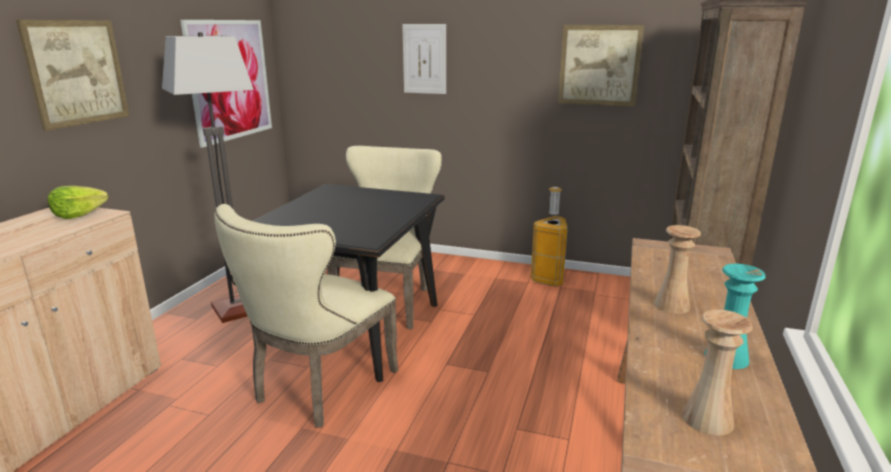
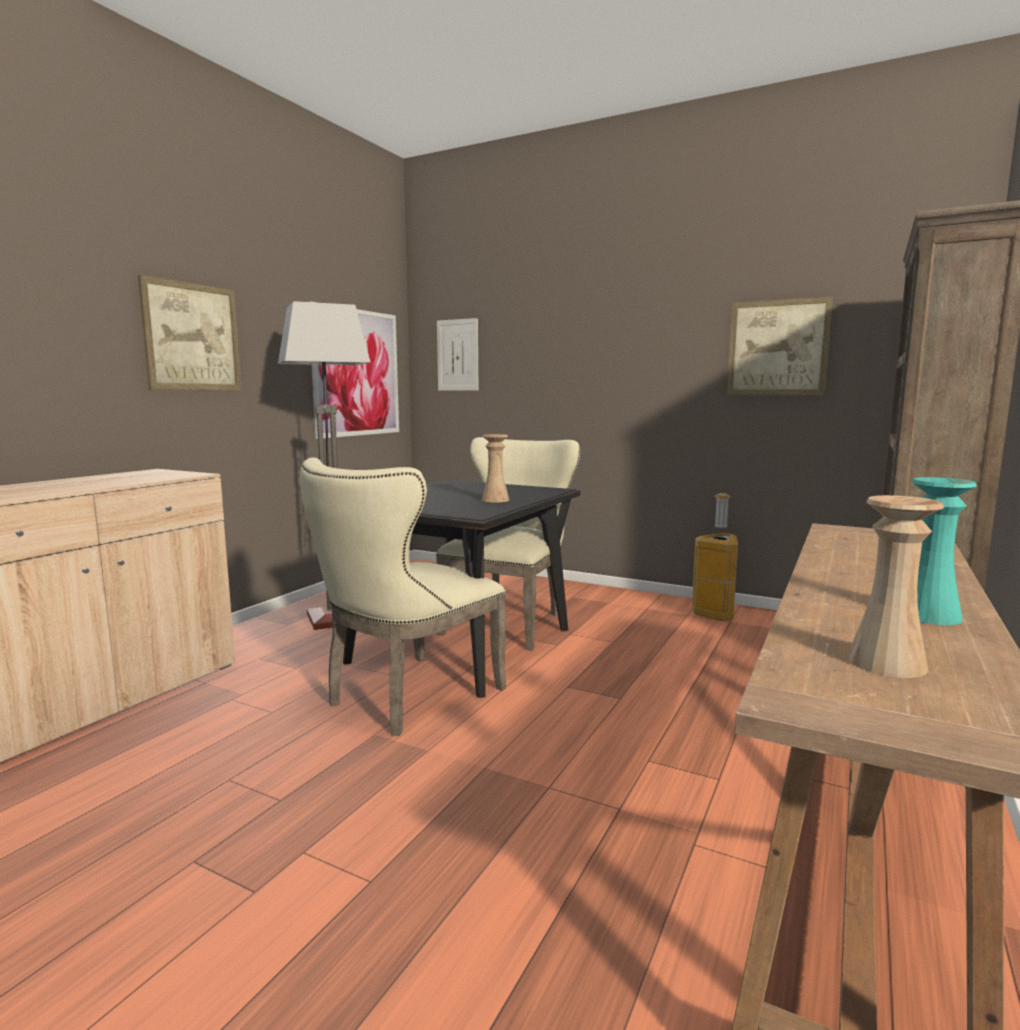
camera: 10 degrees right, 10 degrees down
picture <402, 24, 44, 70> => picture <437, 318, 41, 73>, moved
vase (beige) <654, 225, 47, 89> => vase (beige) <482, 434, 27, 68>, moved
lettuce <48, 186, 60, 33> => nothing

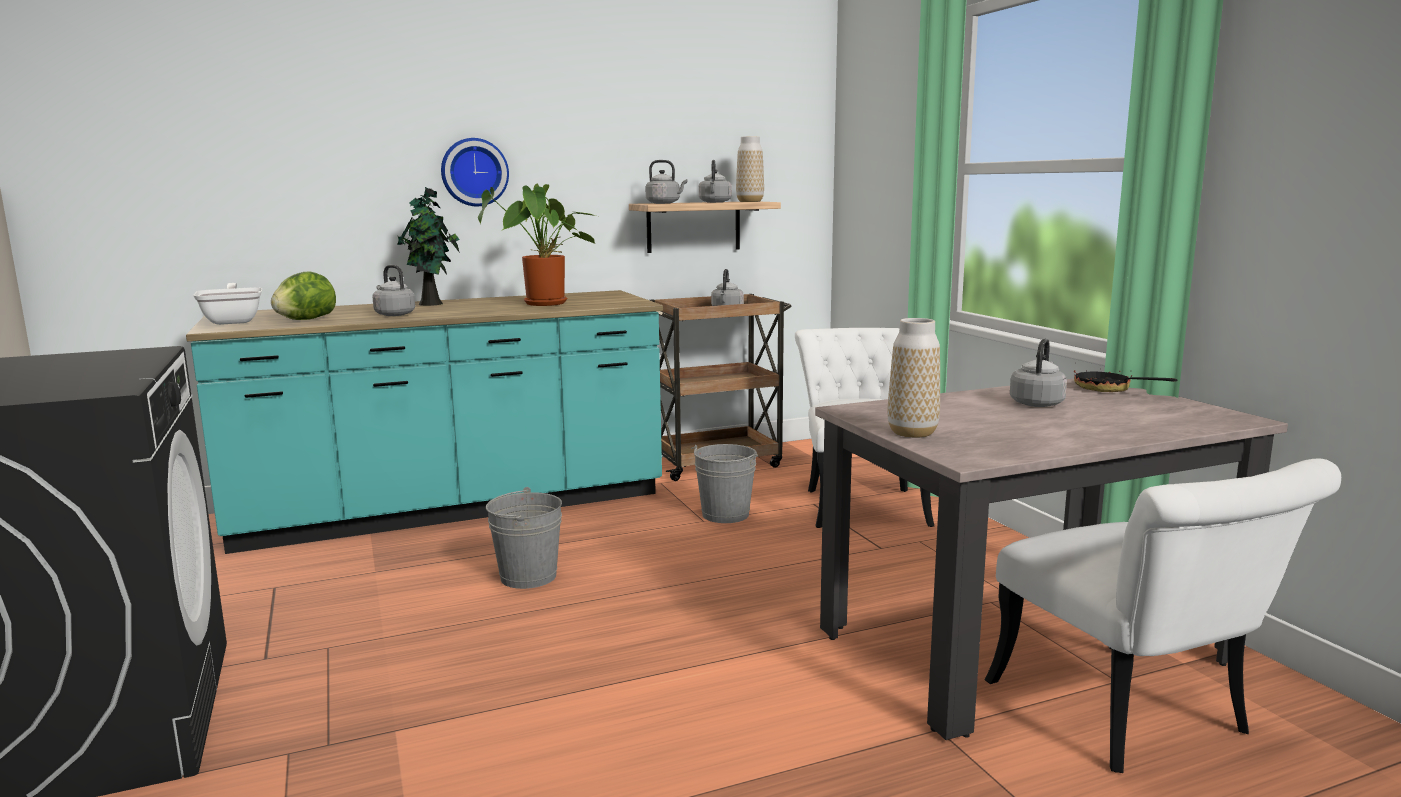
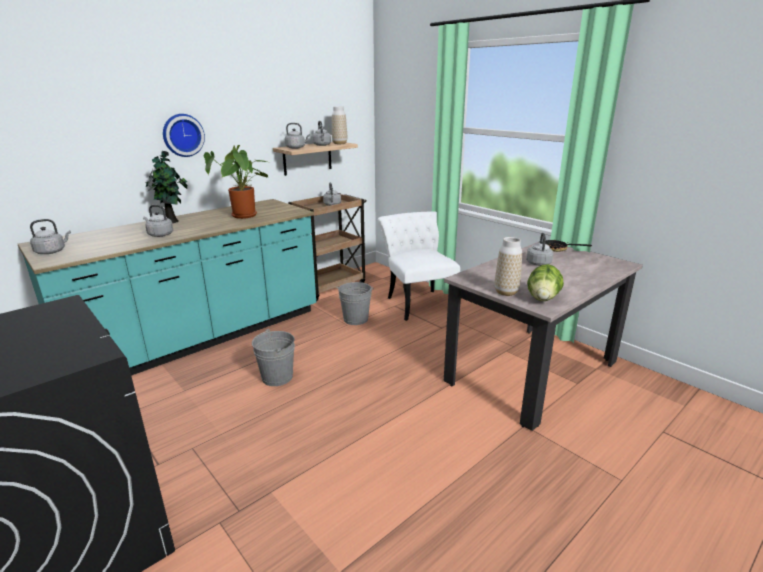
camera: 20 degrees left, 10 degrees up
frying pan <193, 283, 69, 42> => kettle (grey) <30, 219, 41, 35>
lettuce <271, 271, 65, 49> => lettuce <527, 264, 37, 37>, moved
chair (white) <985, 458, 356, 315> => nothing

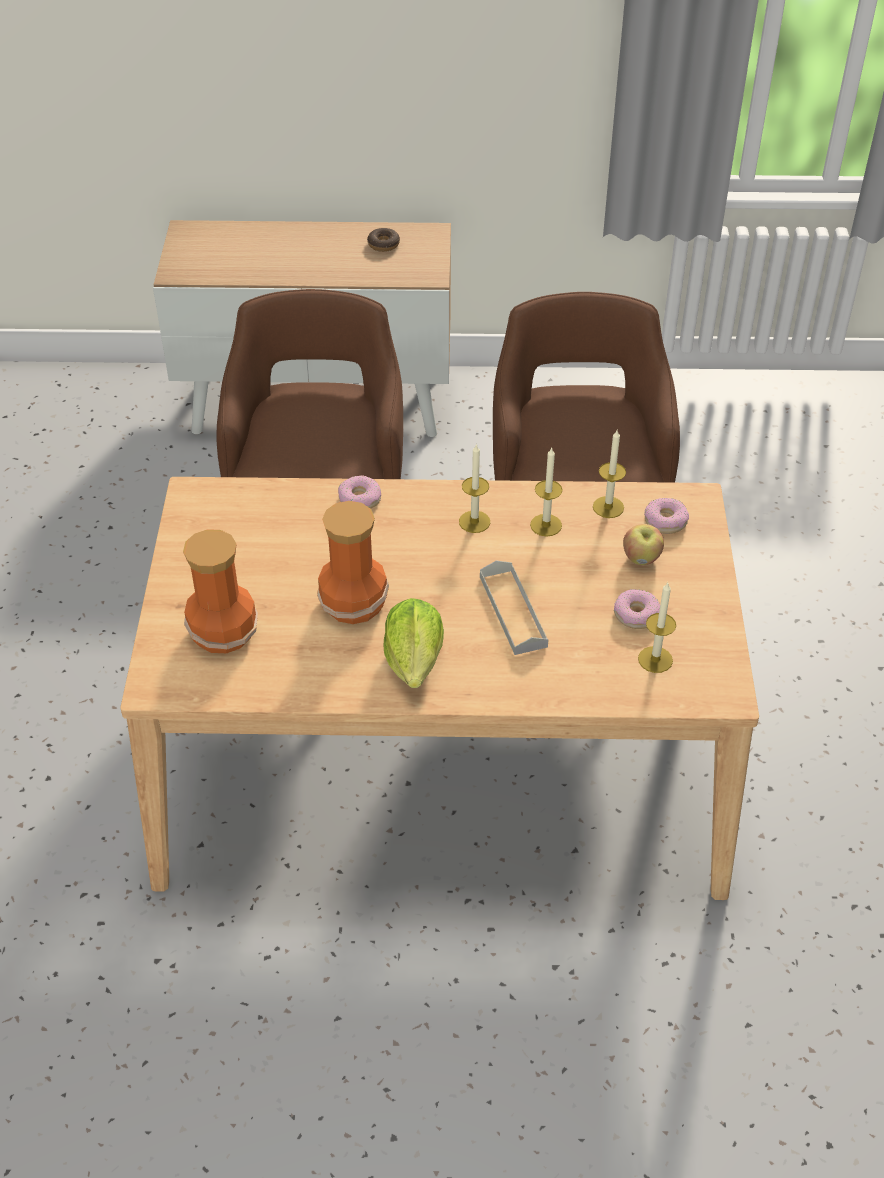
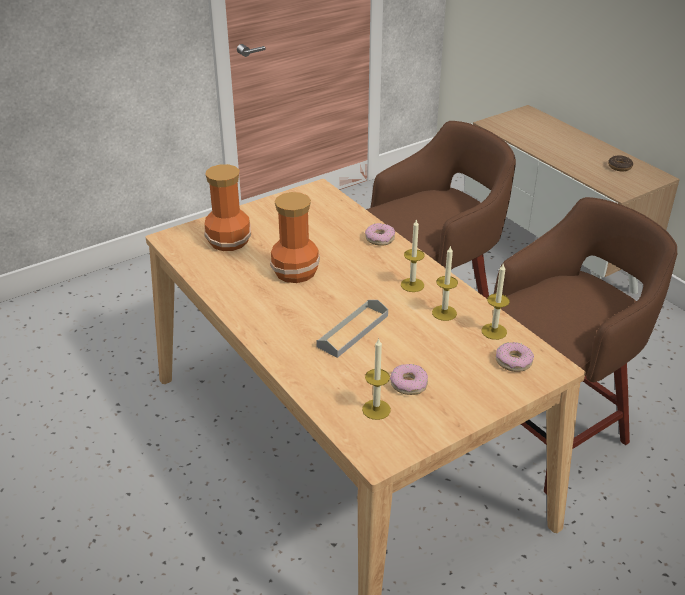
camera: 55 degrees right, 10 degrees down
lettuce <384, 598, 60, 90> => nothing
apple <623, 524, 41, 41> => nothing

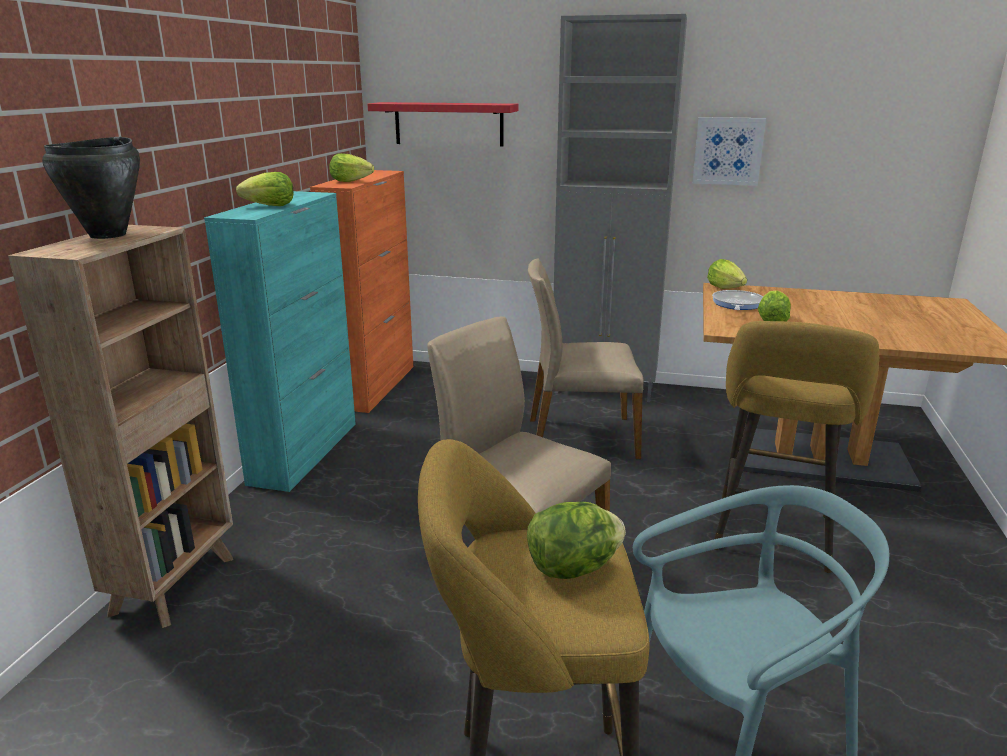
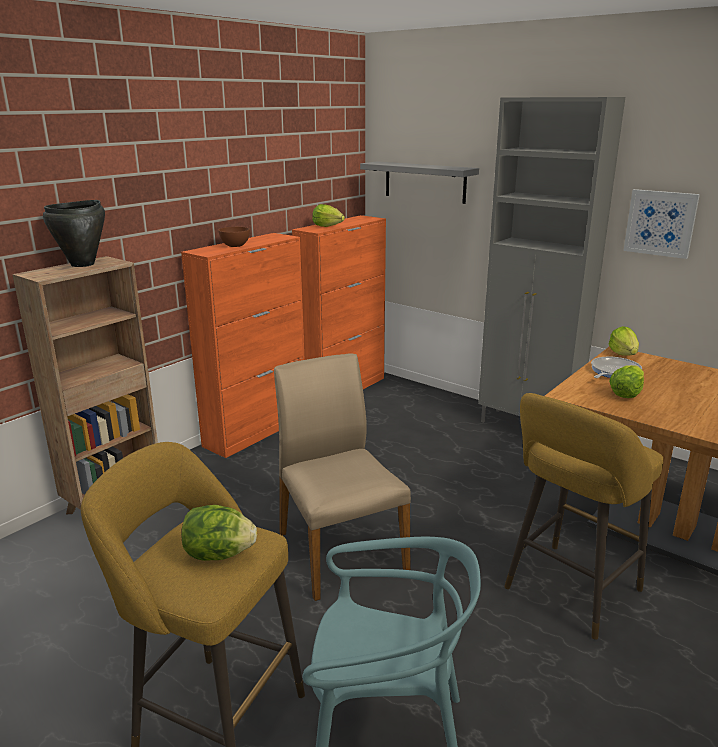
camera: 25 degrees right, 0 degrees up
cabinet (turquoise) <204, 191, 152, 301> => cabinet (orange) <181, 233, 124, 225>
lettuce <236, 172, 58, 34> => bowl (brown) <218, 227, 32, 20>
shelf (red) <368, 102, 151, 45> => shelf (grey) <360, 161, 119, 43>
chair (beige) <528, 259, 116, 200> => nothing

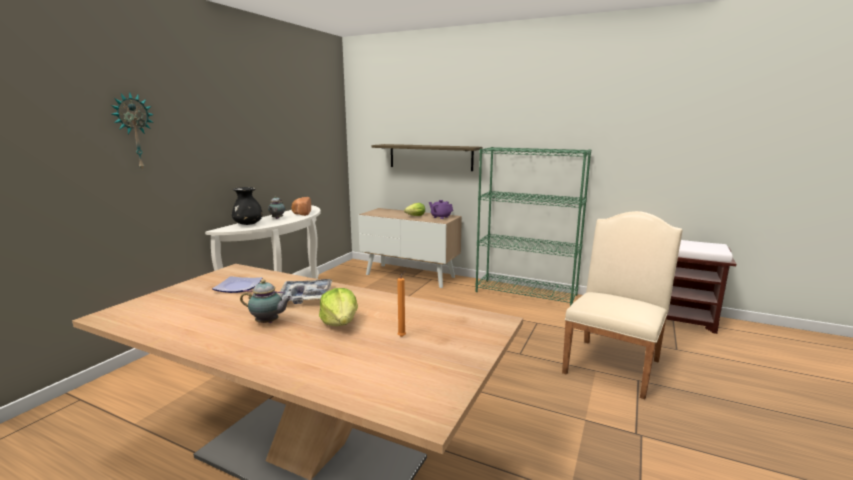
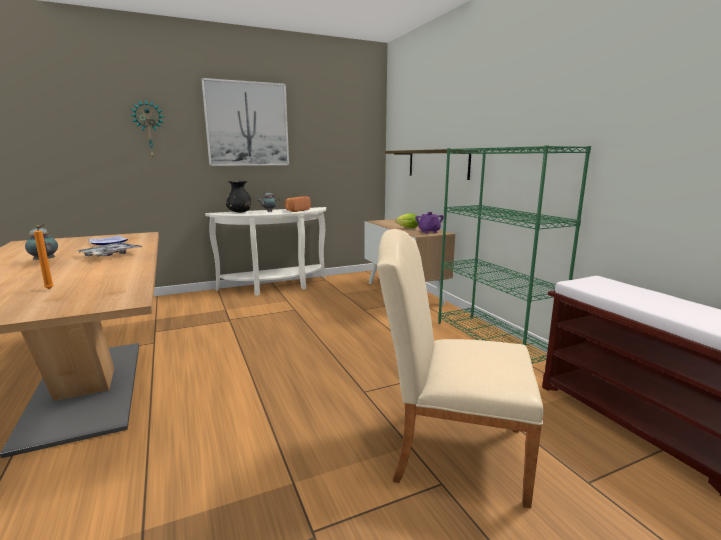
camera: 40 degrees right, 0 degrees up
nothing => picture <202, 78, 87, 88>
chair (beige) <562, 211, 121, 188> => chair (beige) <377, 229, 166, 279>, 150 degrees counterclockwise
lettuce <319, 288, 39, 38> => nothing

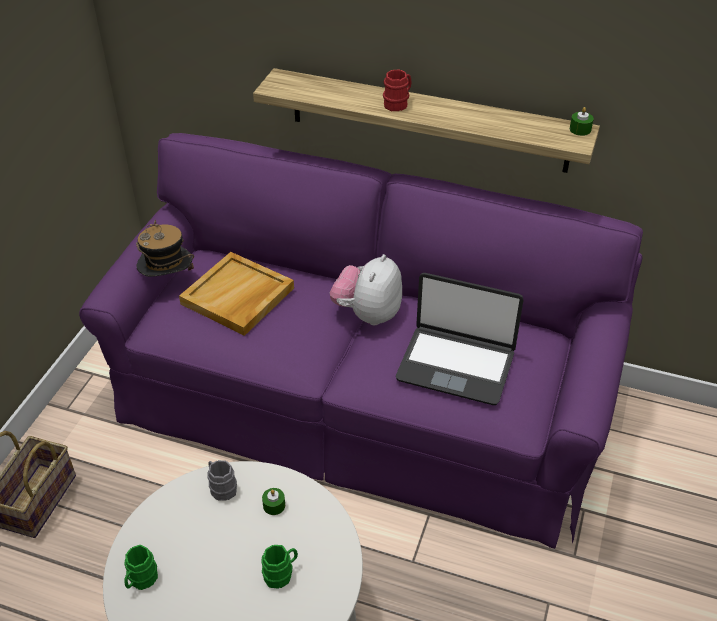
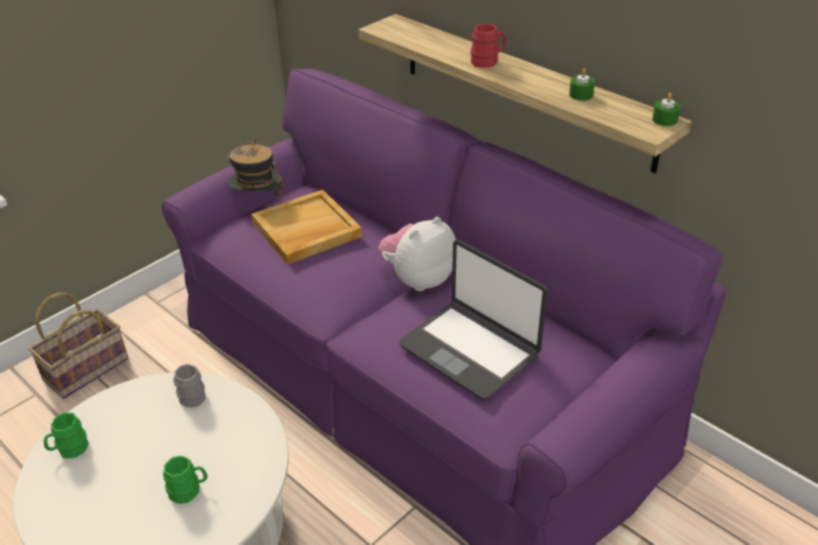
camera: 25 degrees right, 5 degrees down
candle (green) <262, 488, 23, 27> => candle (green) <569, 69, 26, 32>, moved

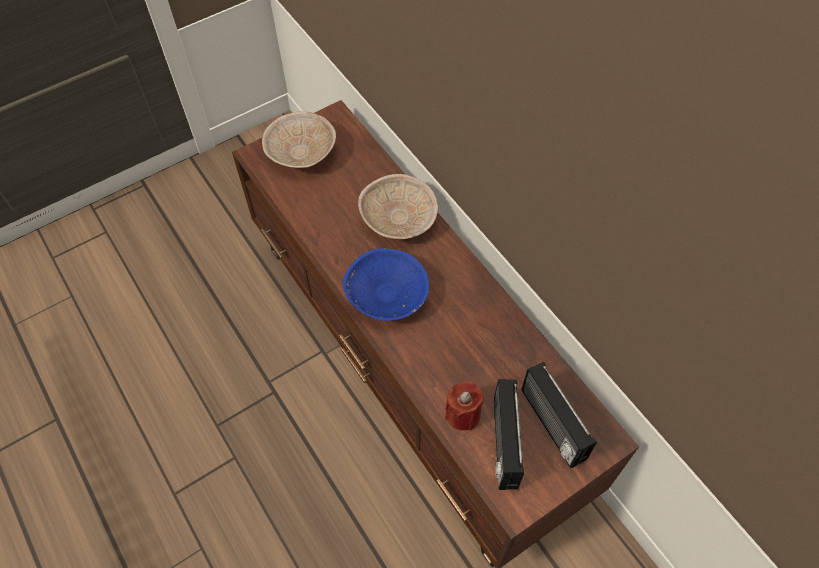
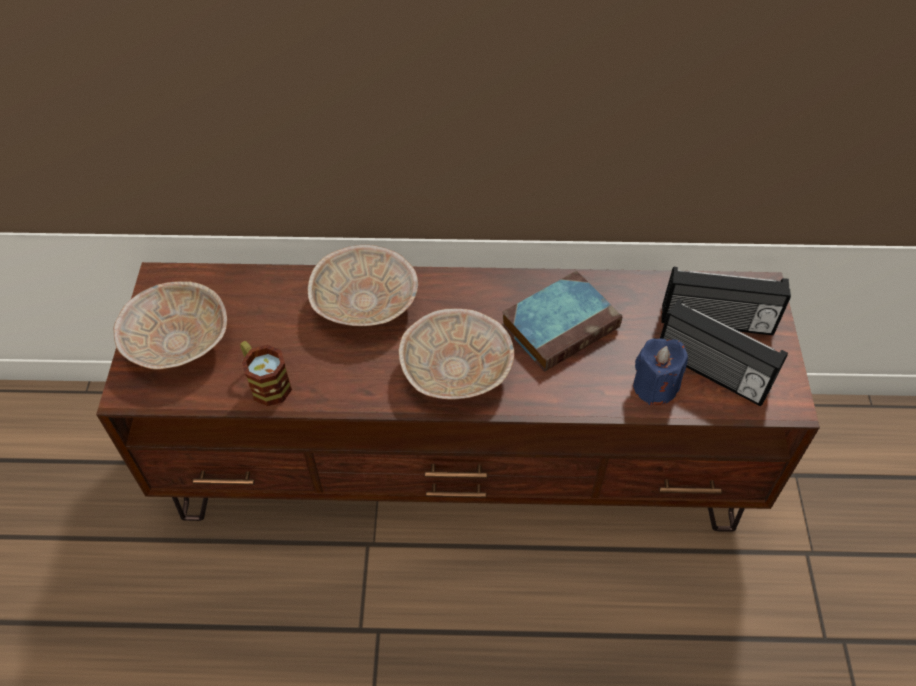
camera: 55 degrees left, 5 degrees down
nothing => mug <240, 341, 52, 65>
bowl (blue) <343, 248, 86, 73> => bowl (beige) <399, 308, 115, 91>
nothing => book <501, 271, 121, 101>
candle (red) <445, 381, 39, 50> => candle (blue) <633, 338, 55, 67>

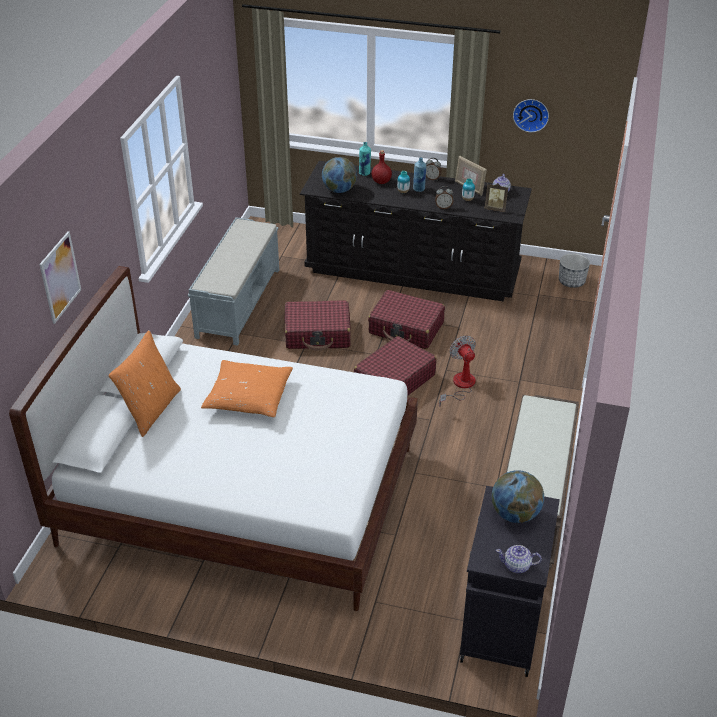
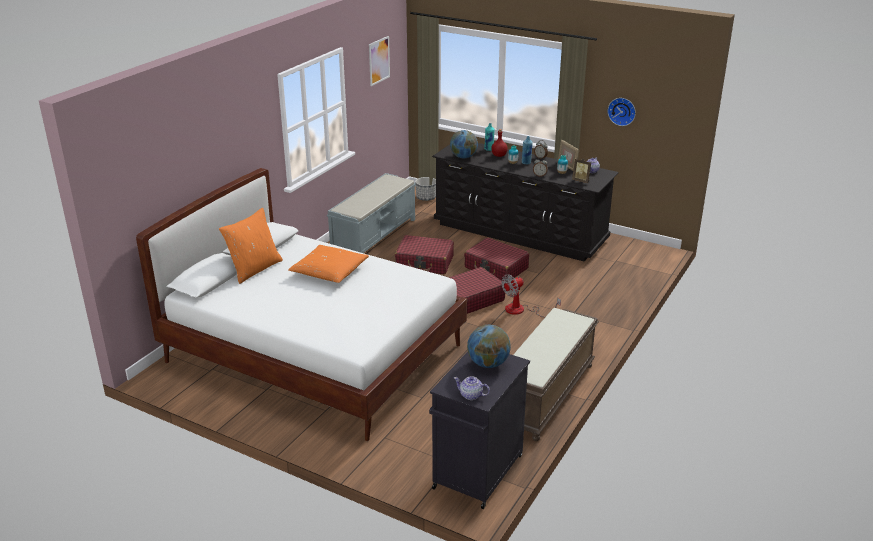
camera: 15 degrees right, 10 degrees down
picture <39, 231, 42, 93> => picture <369, 36, 21, 50>, moved
planter <559, 253, 31, 35> => planter <415, 177, 21, 24>, moved
fan <439, 336, 37, 71> => fan <501, 274, 60, 43>, 120 degrees counterclockwise

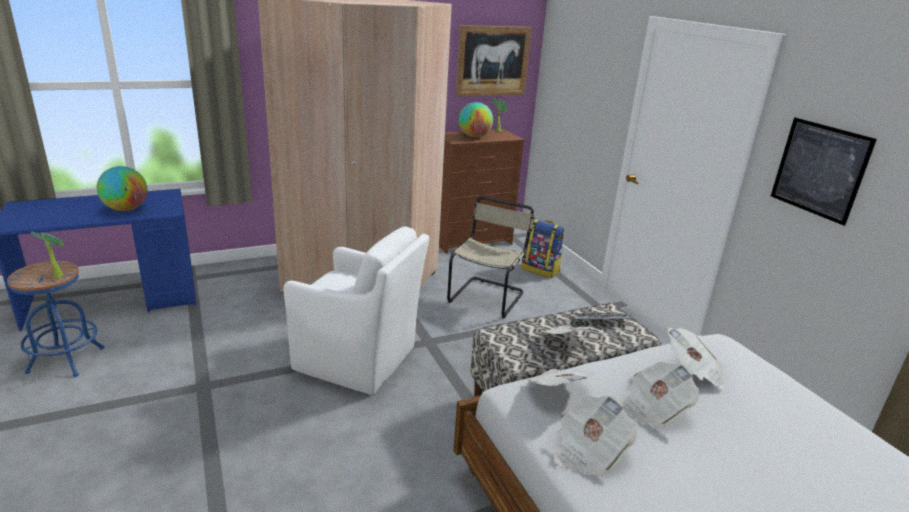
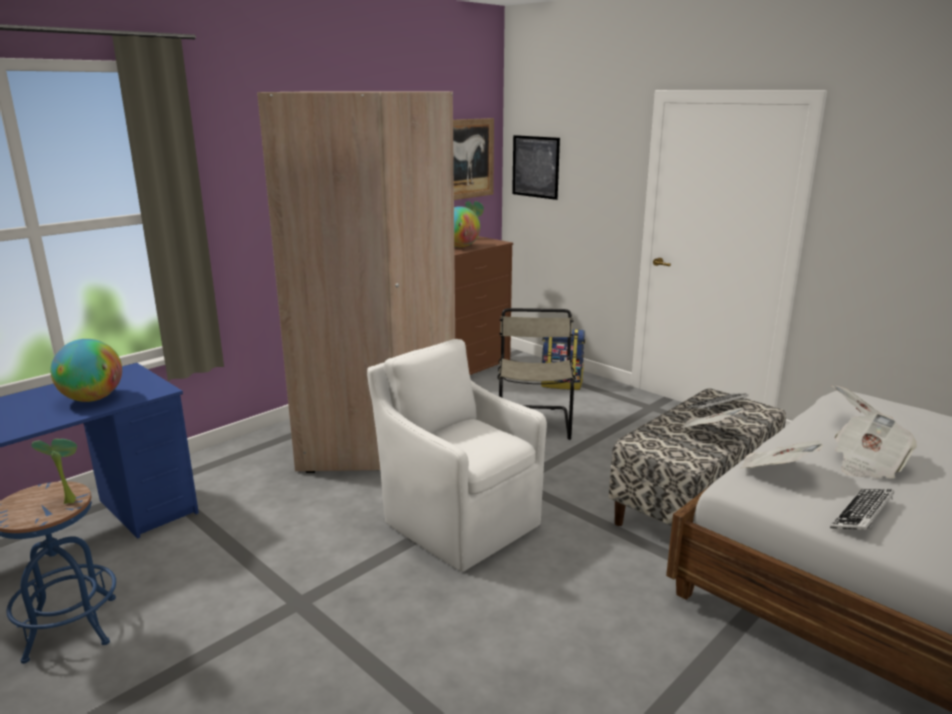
camera: 20 degrees left, 5 degrees down
armchair (white) <283, 226, 146, 169> => armchair (white) <367, 339, 180, 233>, 135 degrees counterclockwise
picture <771, 117, 106, 109> => picture <512, 135, 48, 65>, moved
newspaper <554, 396, 82, 81> => keyboard <830, 489, 64, 41>

